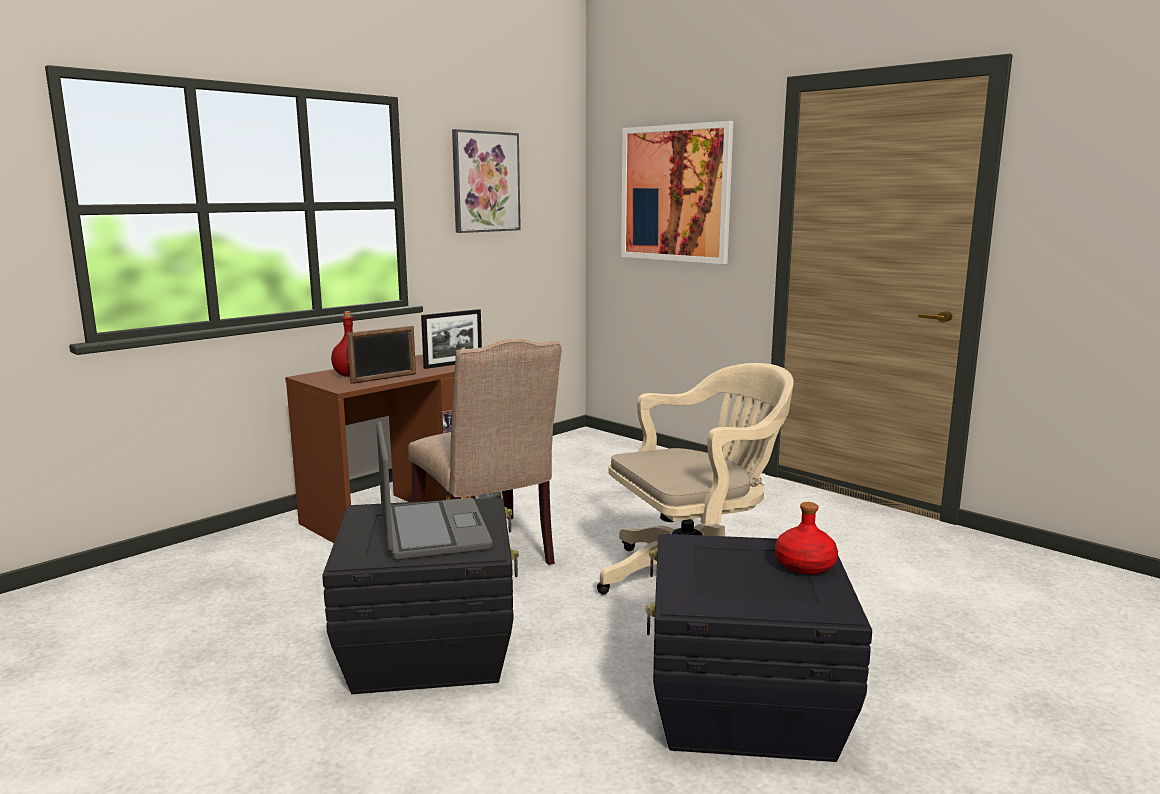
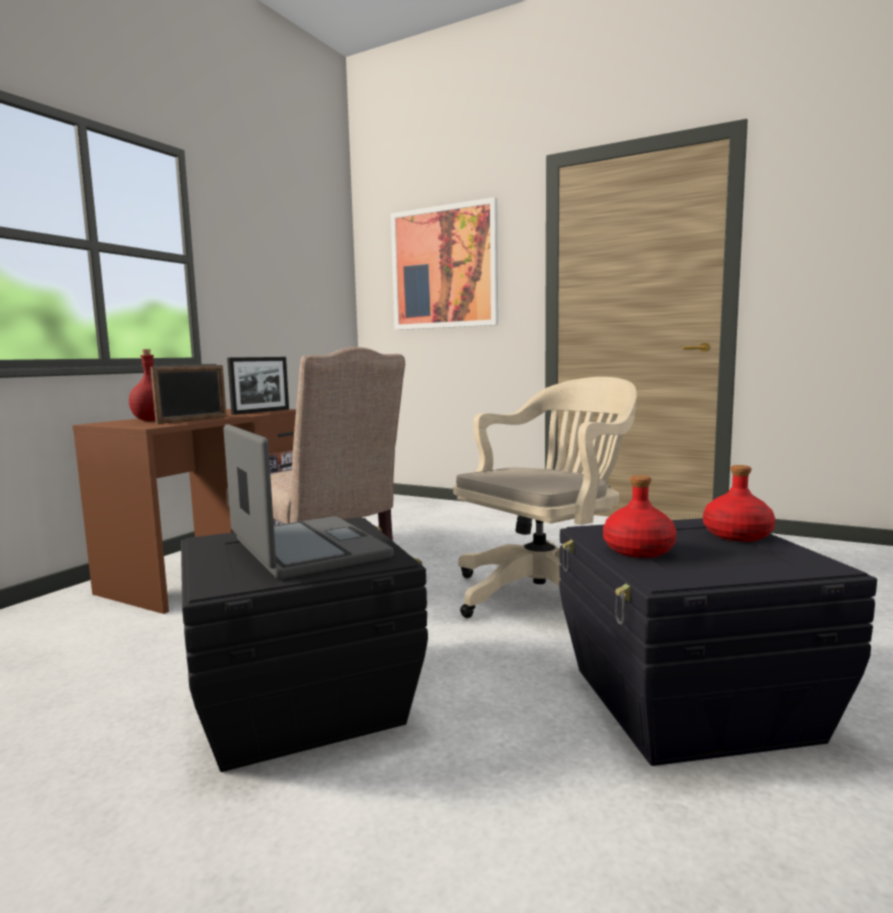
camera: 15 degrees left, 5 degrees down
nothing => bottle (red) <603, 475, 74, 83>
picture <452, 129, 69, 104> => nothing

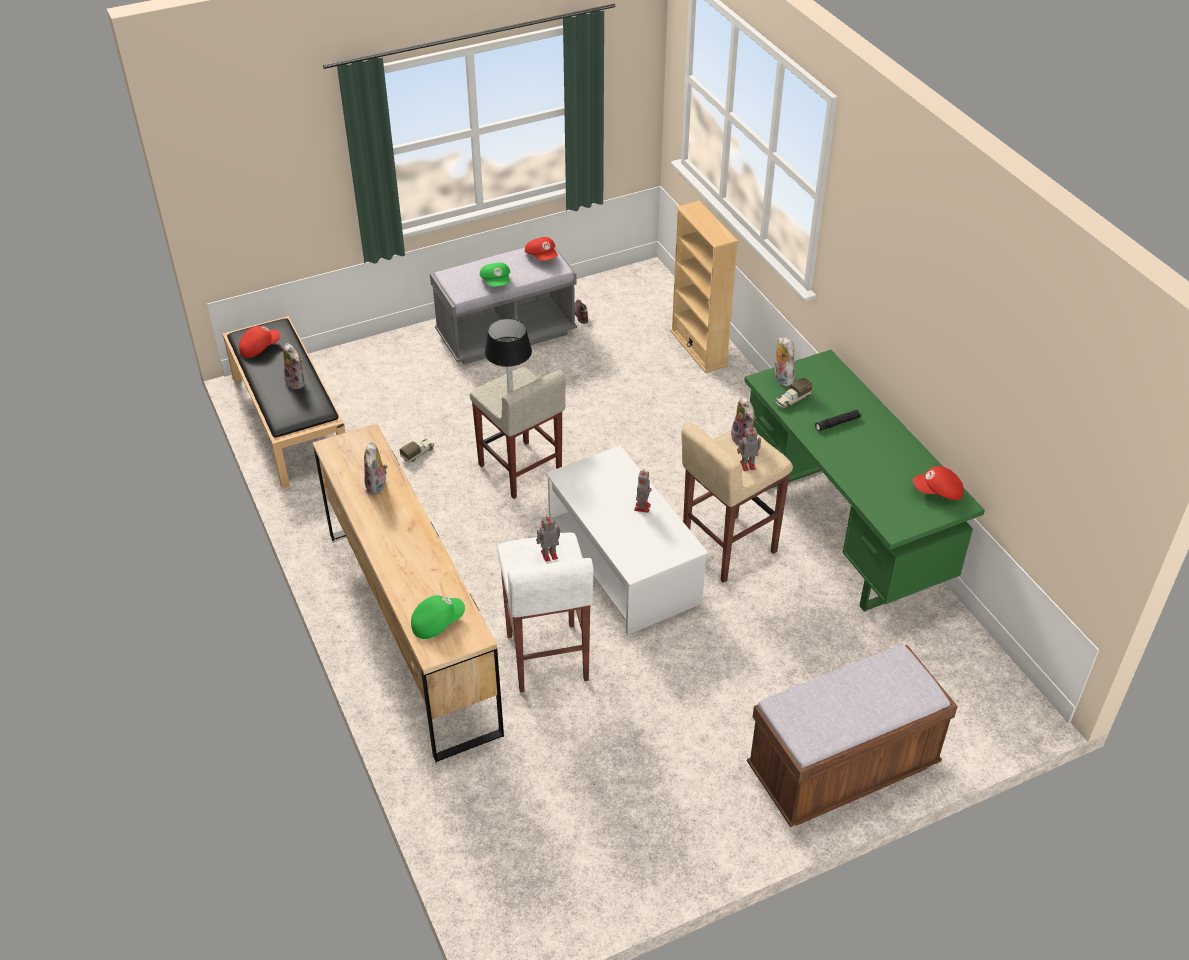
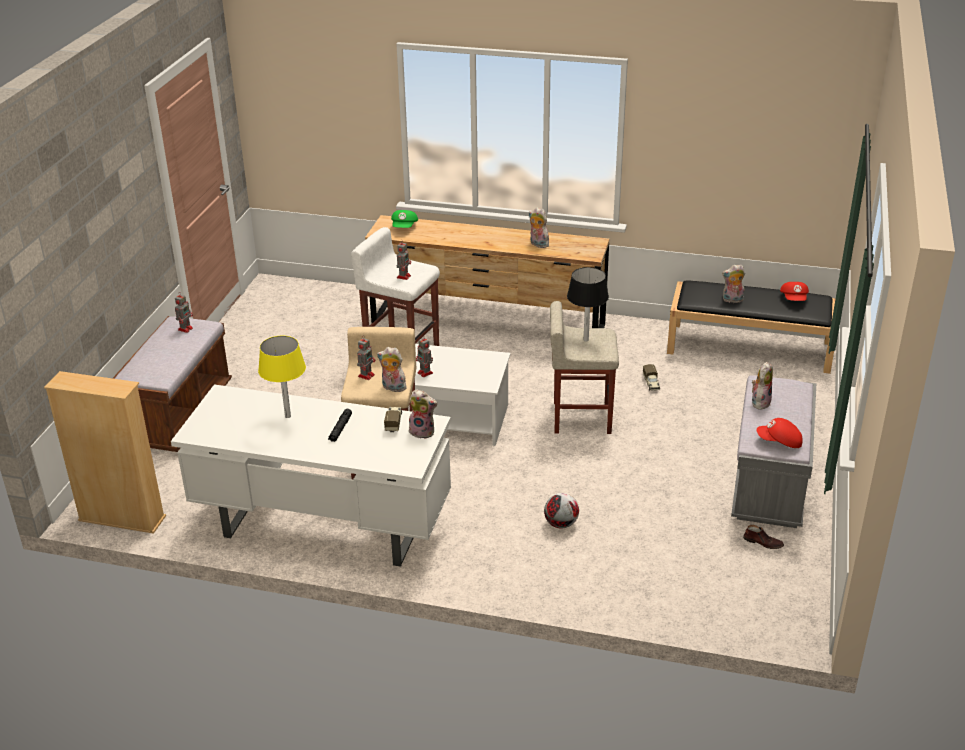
camera: 130 degrees right, 10 degrees down
bookcase (beige) <670, 201, 68, 172> => bookcase (beige) <44, 371, 122, 163>, moved
desk (green) <744, 350, 241, 262> => desk (white) <171, 384, 280, 183>
nothing => toy robot <175, 293, 18, 40>
nothing => table lamp (yellow) <258, 336, 48, 82>
nothing => football <544, 493, 35, 36>
cap (green) <480, 263, 30, 23> => plush toy <752, 362, 21, 48>
cap (red) <913, 466, 51, 34> => nothing

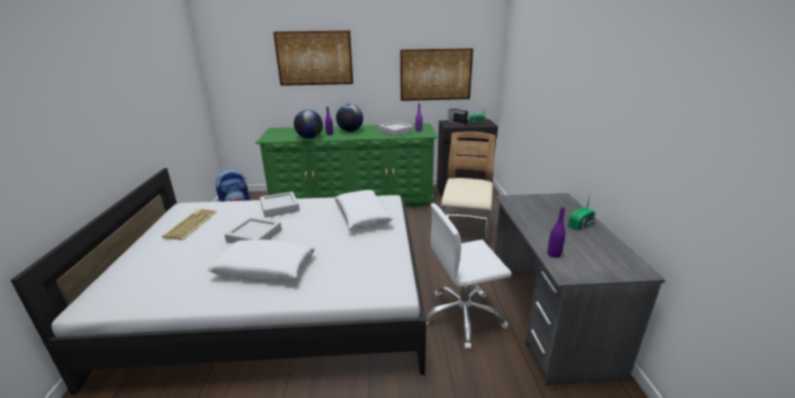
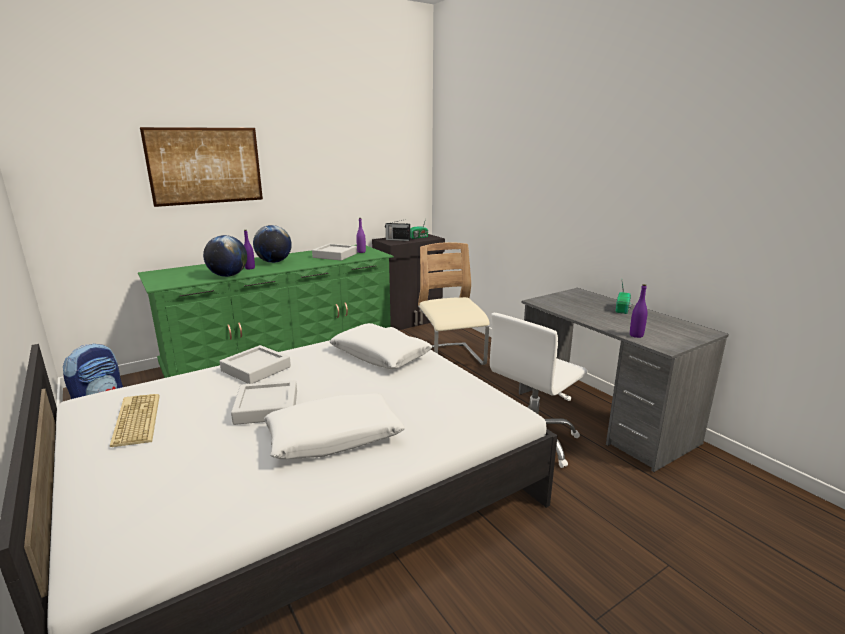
camera: 30 degrees left, 5 degrees down
picture <400, 48, 73, 53> => nothing

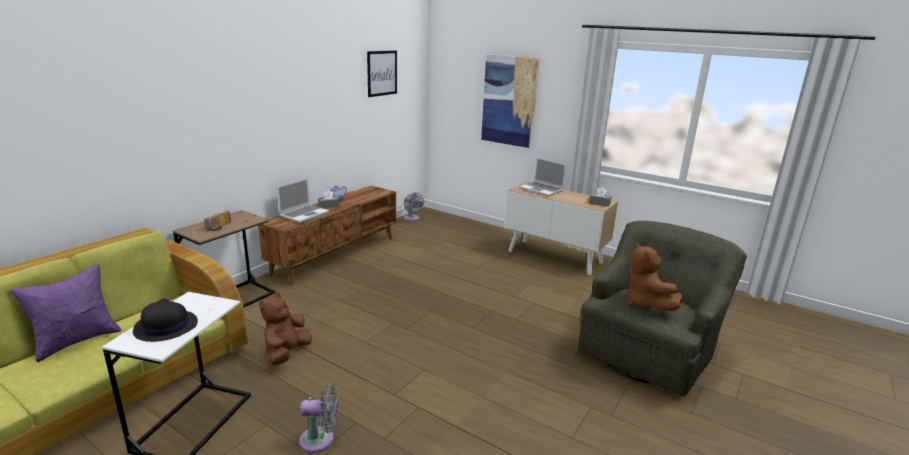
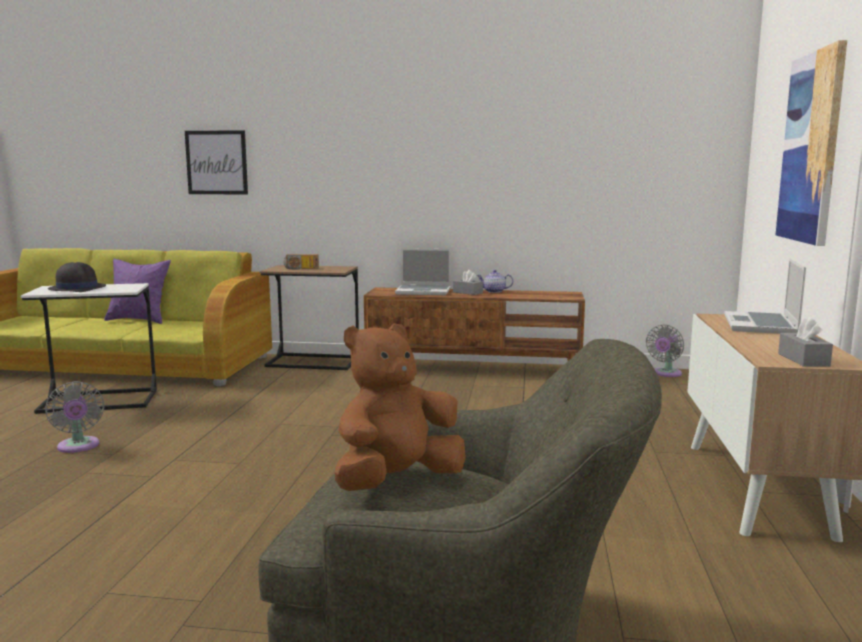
camera: 65 degrees right, 10 degrees down
picture <367, 50, 30, 47> => picture <185, 130, 63, 64>, moved
plush toy (brown) <259, 293, 53, 72> => nothing

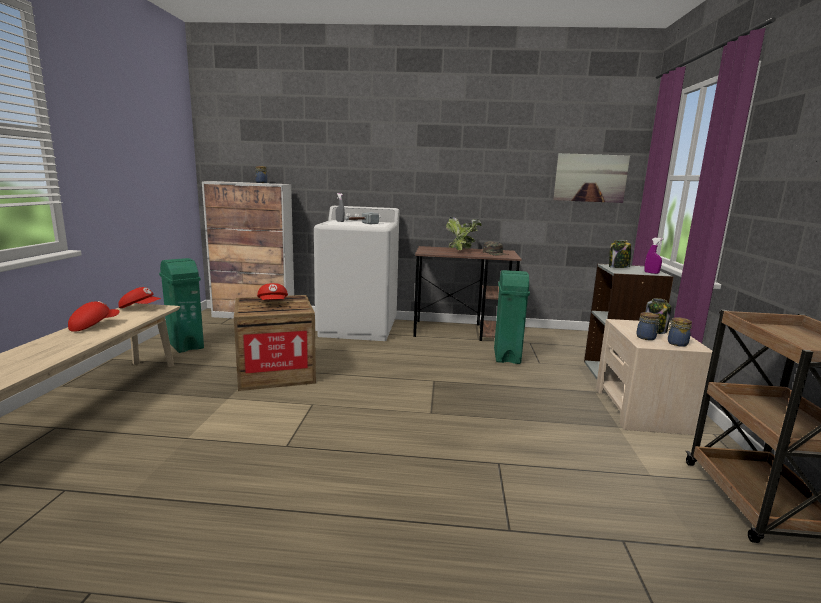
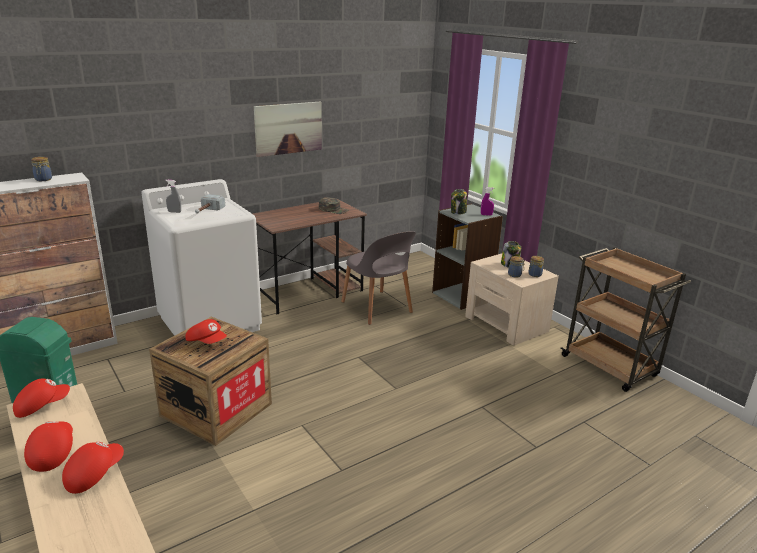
camera: 40 degrees left, 10 degrees up
nothing => cap (red) <62, 442, 62, 52>
picture <553, 153, 77, 50> => picture <254, 102, 68, 55>, moved
trash can (green) <494, 270, 36, 94> => chair (grey) <341, 231, 75, 94>
potted plant <446, 216, 36, 34> => nothing

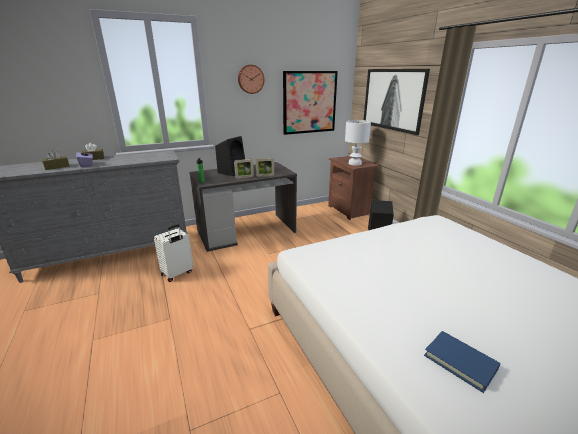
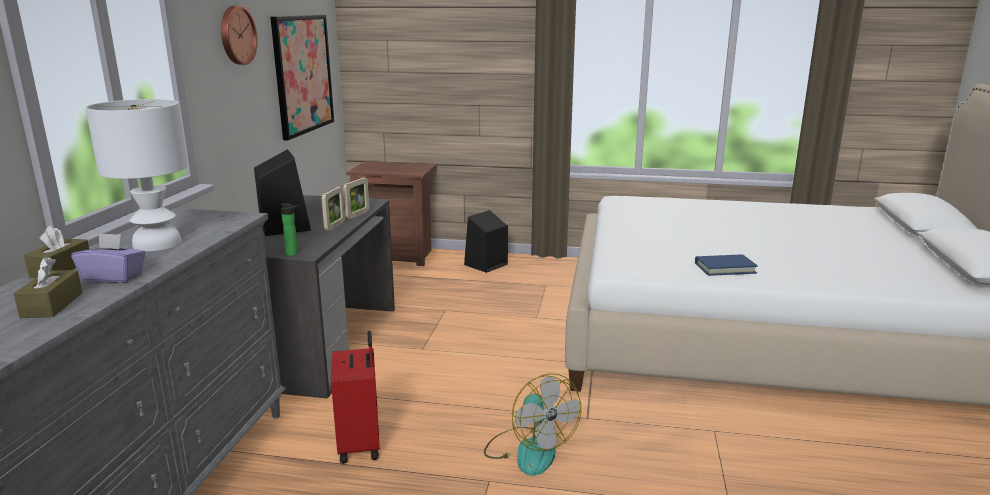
camera: 55 degrees left, 5 degrees down
table lamp (white) <345, 120, 26, 46> => table lamp (white) <85, 99, 103, 152>, moved
suitcase (white) <154, 224, 40, 58> => suitcase (red) <331, 331, 49, 133>
nothing => fan <484, 373, 97, 103>
book (blue) <424, 331, 76, 62> => book (blue) <695, 254, 63, 22>, moved
picture <364, 69, 66, 66> => nothing

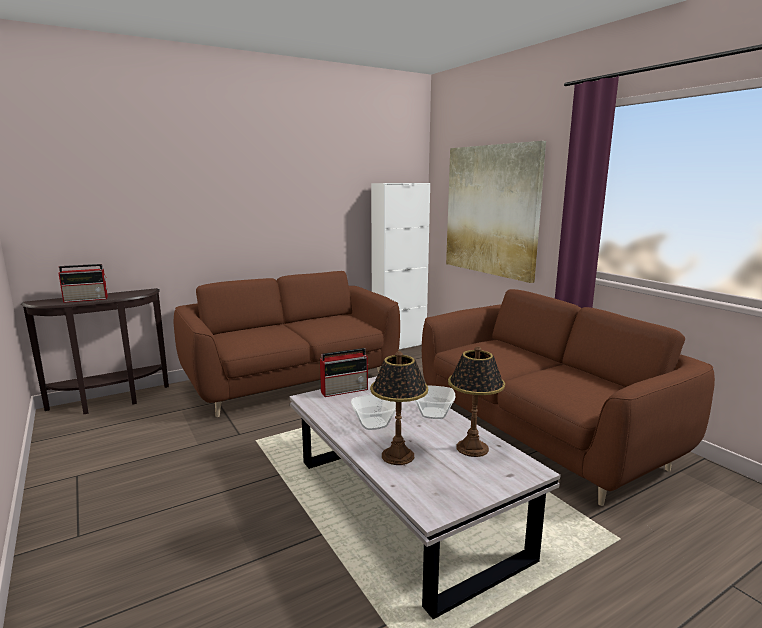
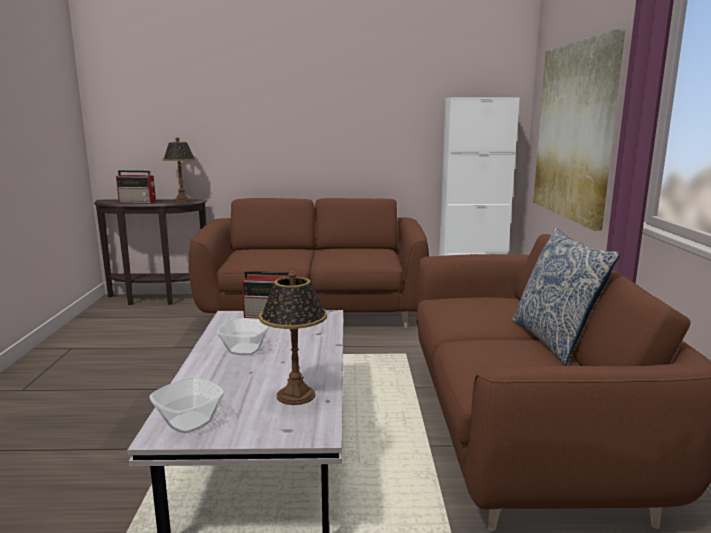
camera: 30 degrees right, 0 degrees up
bowl <415, 386, 40, 33> => bowl <150, 377, 74, 56>, moved
table lamp <370, 351, 58, 114> => table lamp <162, 137, 34, 65>, moved
nothing => pillow <512, 228, 108, 138>

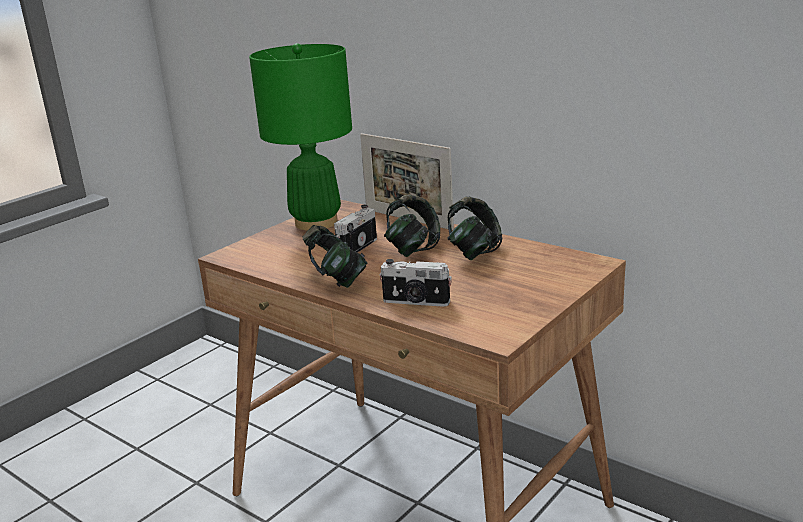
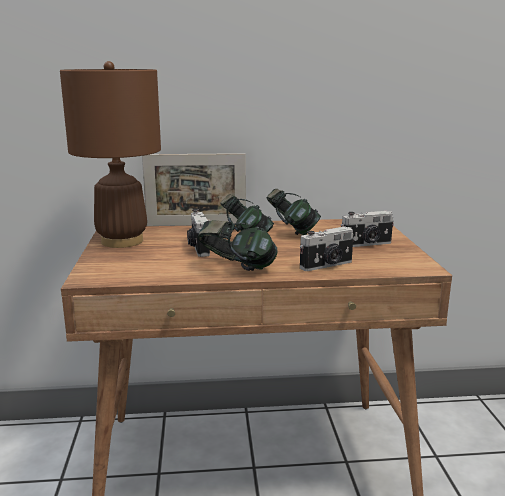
camera: 45 degrees left, 5 degrees down
table lamp (green) <249, 43, 103, 188> => table lamp (brown) <60, 61, 101, 187>
nothing => photo camera <341, 211, 53, 36>

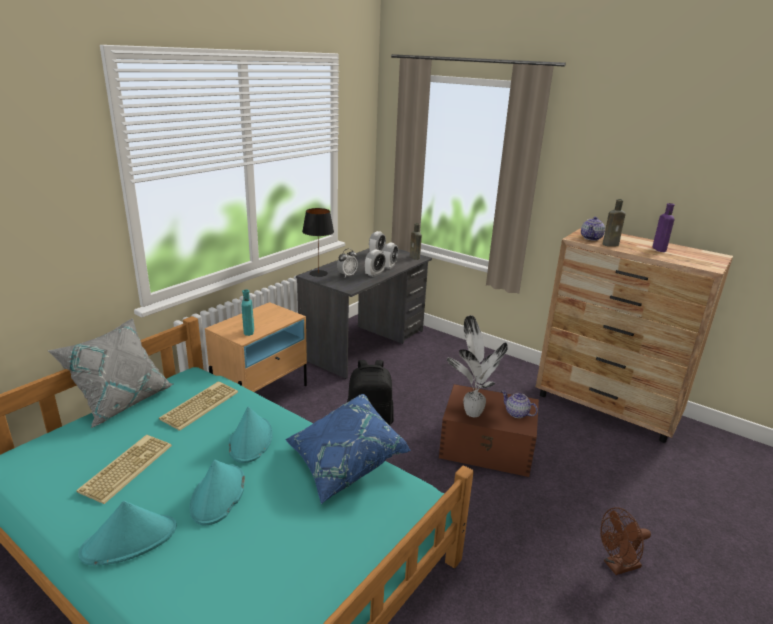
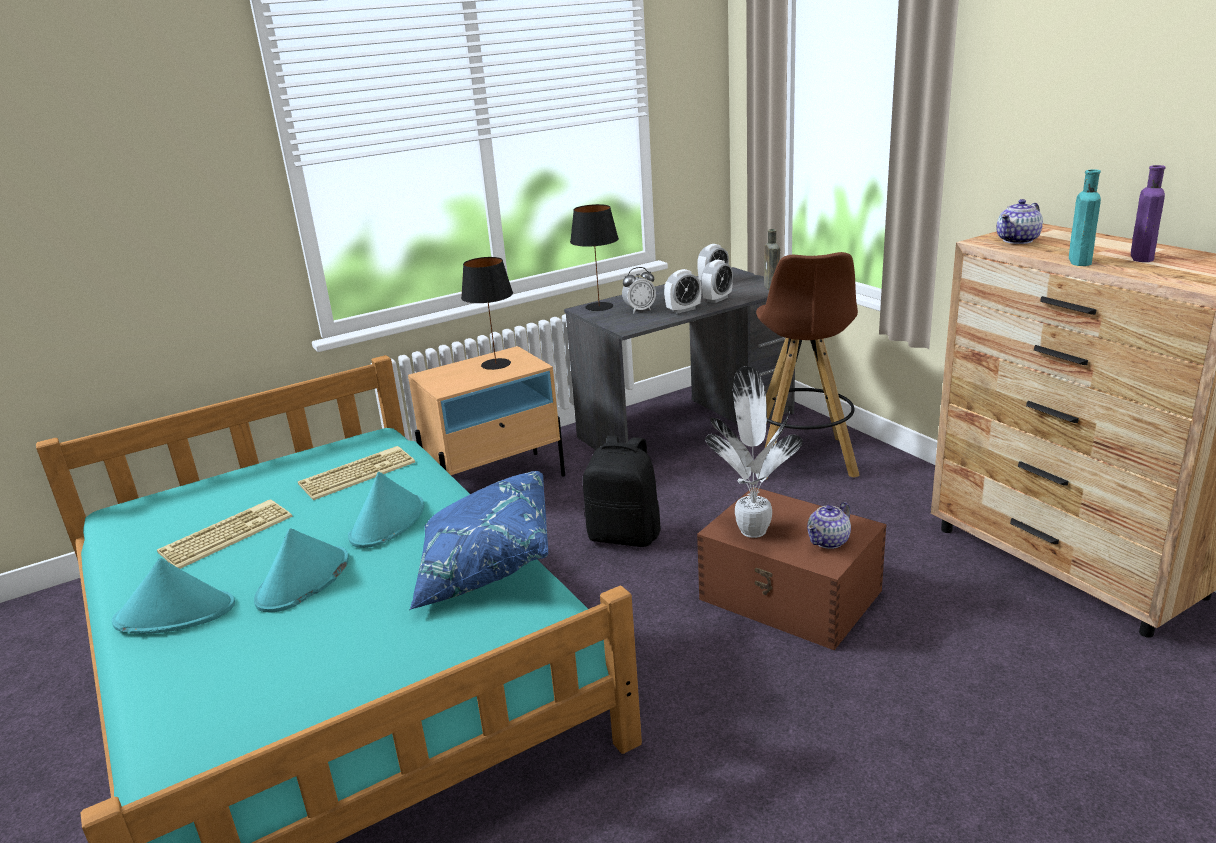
camera: 25 degrees right, 0 degrees up
nothing => table lamp (black) <461, 257, 52, 113>
nothing => stool (brown) <756, 252, 104, 228>
teapot <501, 391, 37, 27> => teapot <807, 502, 44, 47>, 105 degrees counterclockwise
bottle (turquoise) <242, 290, 12, 46> => bottle (turquoise) <1069, 169, 32, 97>, moved
pillow (grey) <48, 318, 125, 110> => nothing
fan (brown) <600, 507, 51, 68> => nothing
bottle (brown) <603, 199, 23, 47> => nothing

